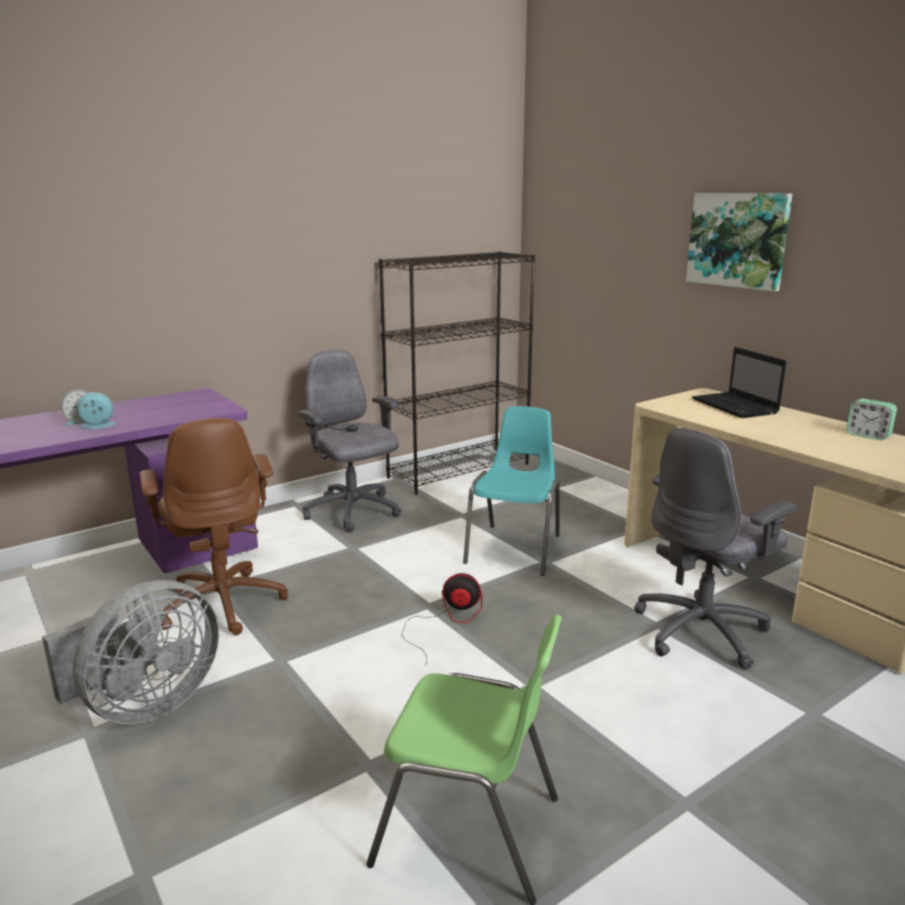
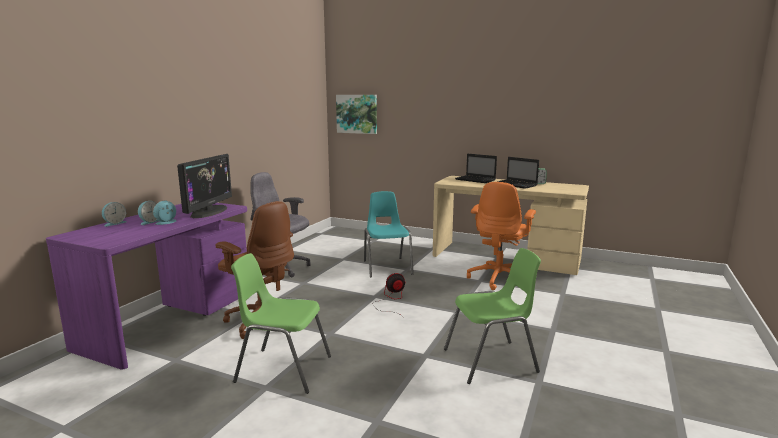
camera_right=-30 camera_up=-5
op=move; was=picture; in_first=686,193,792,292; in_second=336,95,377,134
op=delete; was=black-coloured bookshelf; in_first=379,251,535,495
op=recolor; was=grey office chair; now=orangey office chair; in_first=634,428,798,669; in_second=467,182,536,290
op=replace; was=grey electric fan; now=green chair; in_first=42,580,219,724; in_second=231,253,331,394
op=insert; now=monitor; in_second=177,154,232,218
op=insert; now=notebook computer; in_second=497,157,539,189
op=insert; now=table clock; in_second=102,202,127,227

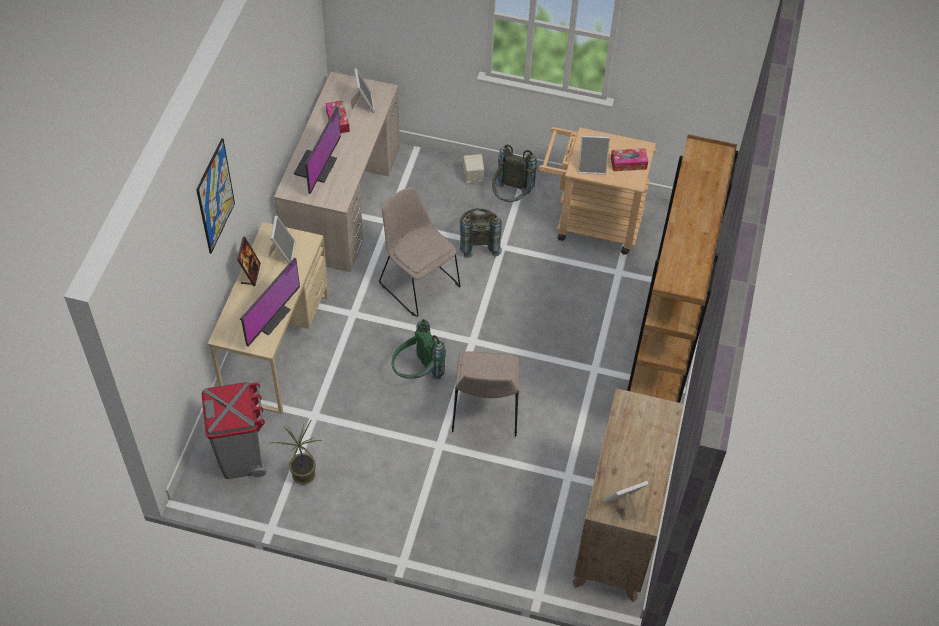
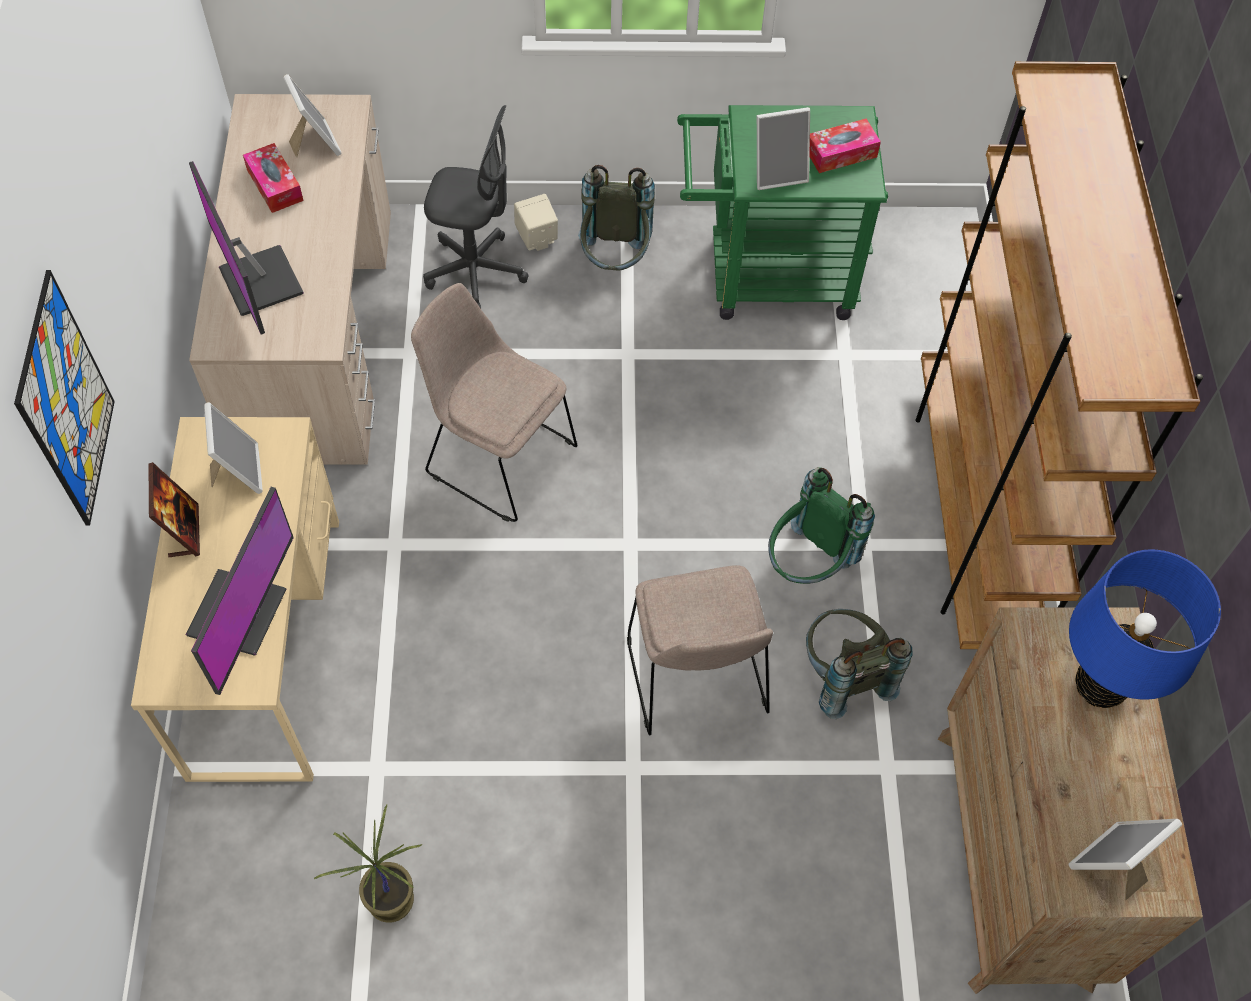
camera_right=-15 camera_up=5
op=rotate; was=monitor; in_first=294,107,341,194; in_second=189,161,304,335; clockwise=150
op=recolor; was=beige wheeled cart; now=green wheeled cart; in_first=539,127,656,255; in_second=677,105,888,320
op=move; was=grey rucksack; in_first=459,208,502,258; in_second=806,609,913,719
op=move; was=green rucksack; in_first=392,319,446,379; in_second=768,467,875,584
op=delete; was=grey rubbish bin; in_first=202,382,266,479
op=insert; now=grey office chair; in_second=423,105,529,308
op=insert; now=blue-coloured table lamp; in_second=1069,549,1221,708

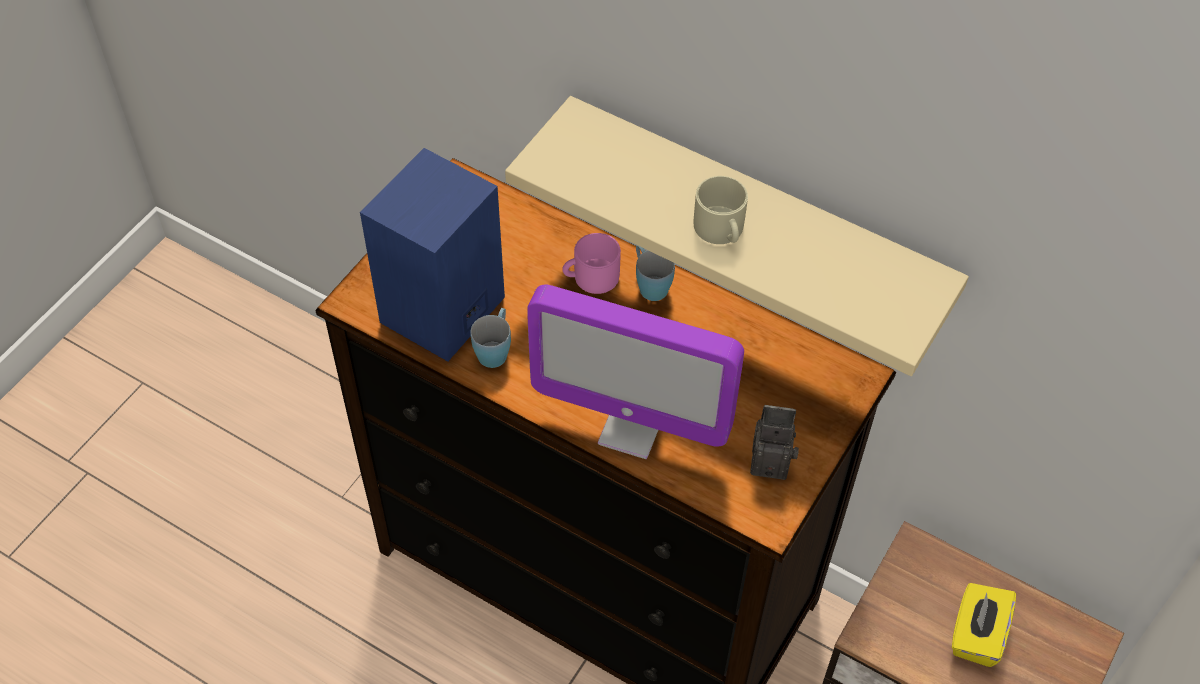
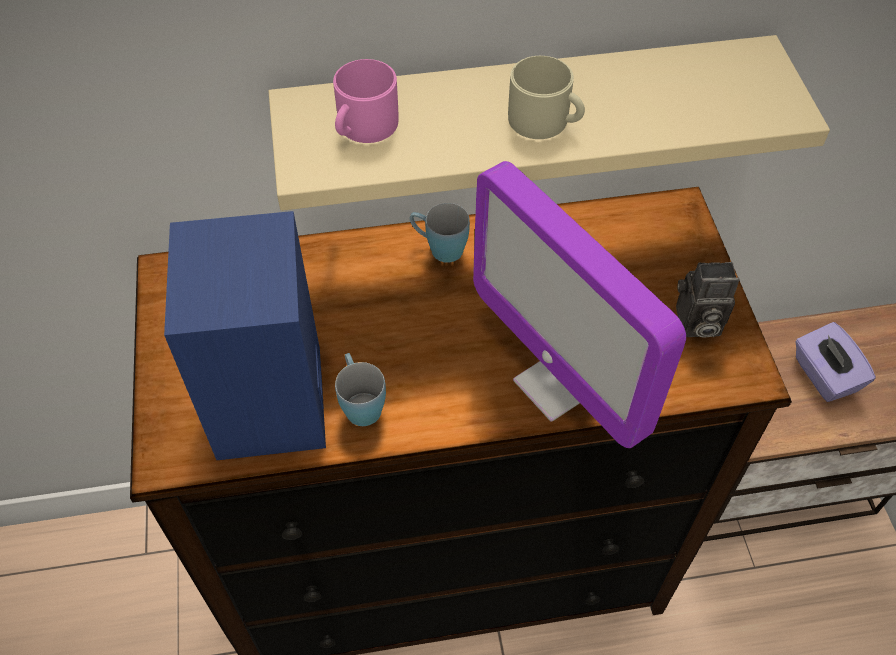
camera_right=-40 camera_up=0
op=move; was=pink-coloured mug; in_first=562,233,621,294; in_second=333,59,399,143
op=rotate; was=monitor; in_first=527,285,744,459; in_second=473,161,686,448; clockwise=75
op=rotate; was=photo camera; in_first=750,405,799,480; in_second=676,262,740,338; clockwise=-150
op=recolor; was=yellow box of tissues; now=purple box of tissues; in_first=952,583,1016,667; in_second=795,322,876,402

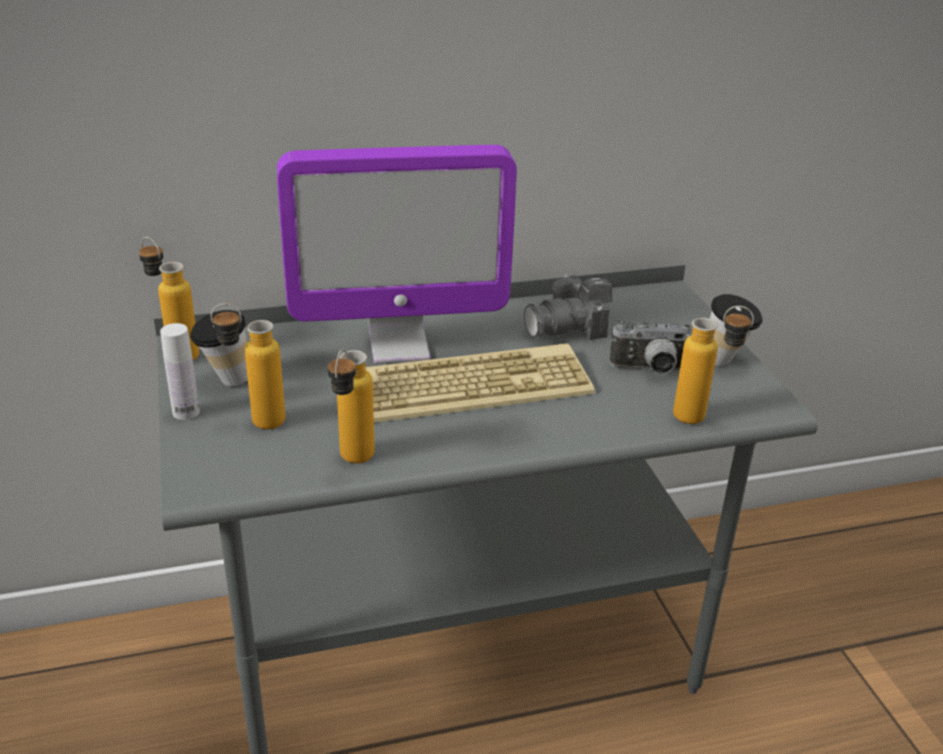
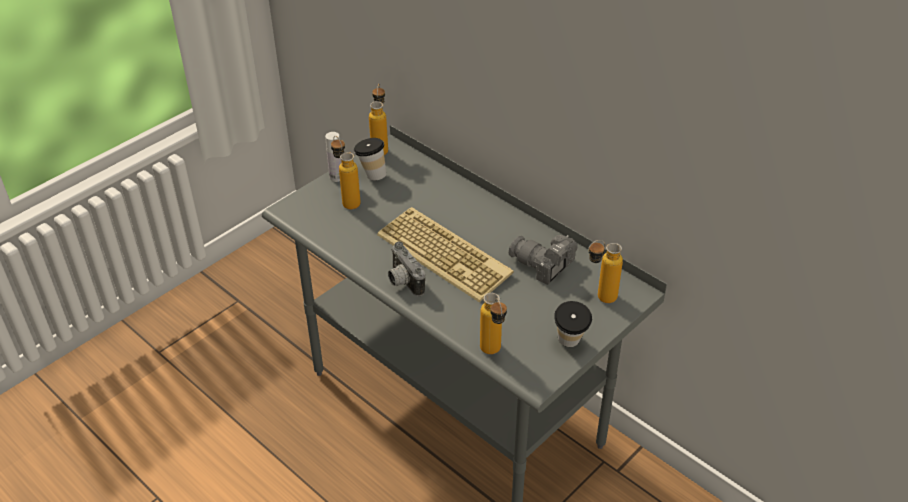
camera_right=60 camera_up=10
op=delete; was=monitor; in_first=277,145,517,364
op=move; was=photo camera; in_first=609,319,693,374; in_second=388,242,425,296
op=move; was=bottle; in_first=328,348,375,463; in_second=588,240,623,303

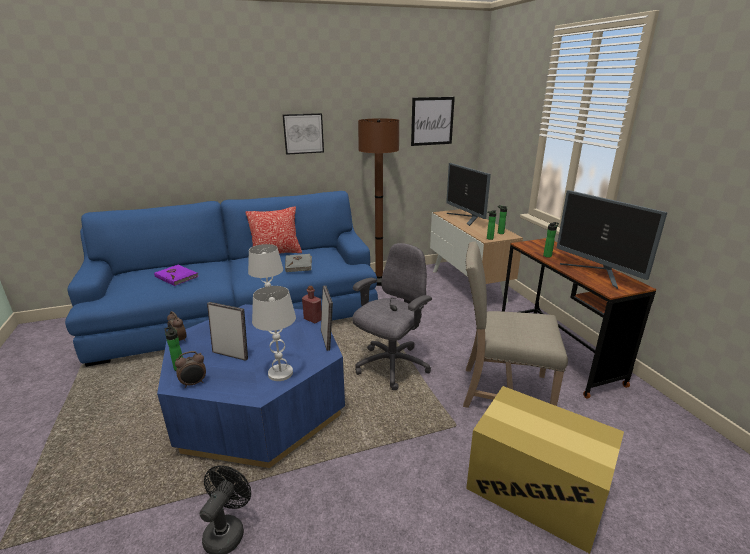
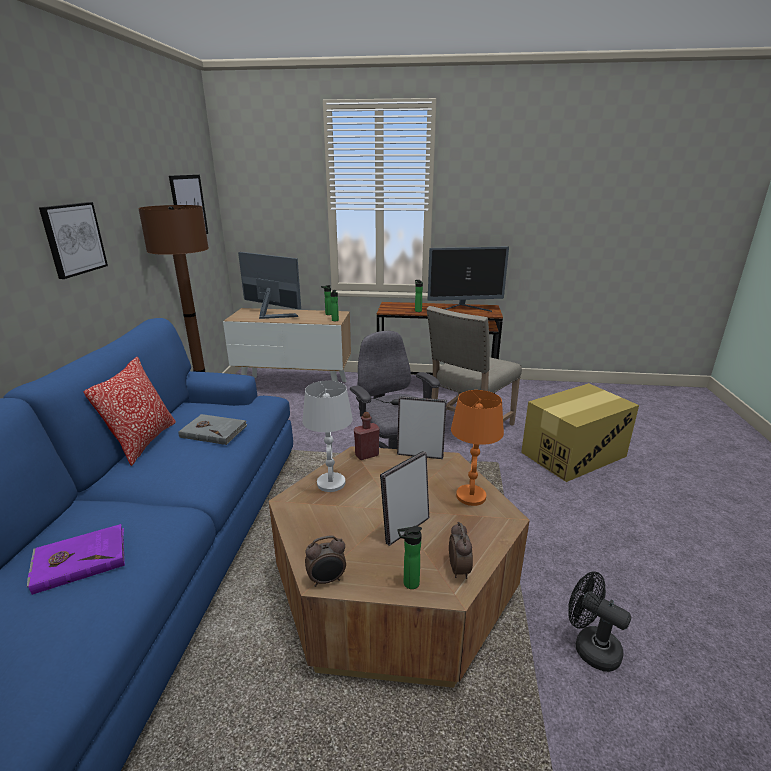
camera_right=-65 camera_up=0
op=rotate; was=monitor; in_first=446,163,491,226; in_second=238,252,301,319; clockwise=-150
op=recolor; was=whitish table lamp; now=orangey table lamp; in_first=252,286,296,381; in_second=451,390,504,506
op=recolor; was=blue-coloured coffee table; now=brownish coffee table; in_first=157,304,345,468; in_second=269,446,530,688

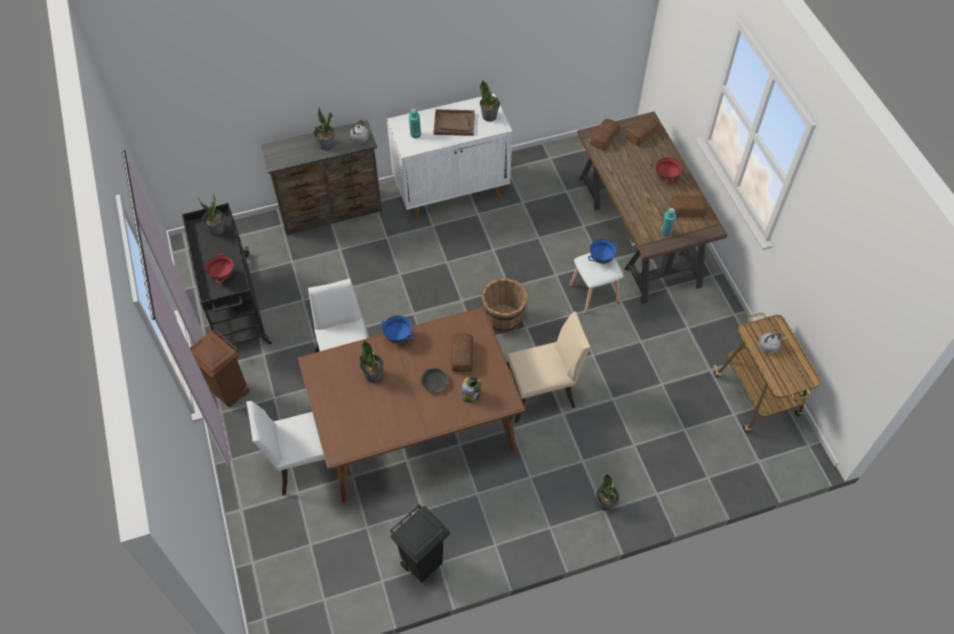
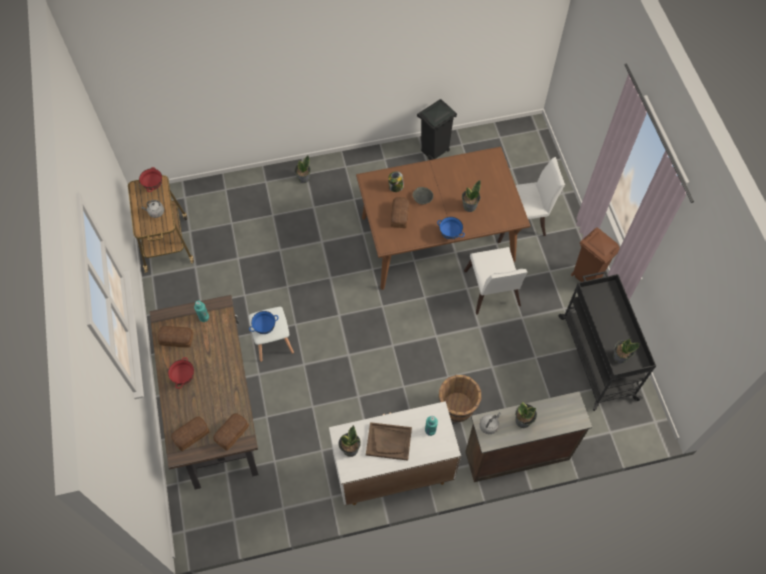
camera_right=-175 camera_up=5
op=move; was=red-coloured bowl; in_first=205,253,234,283; in_second=139,167,162,192
op=move; was=brownish pail; in_first=481,278,528,334; in_second=439,375,481,422
op=delete; was=beige chair; in_first=507,311,590,423

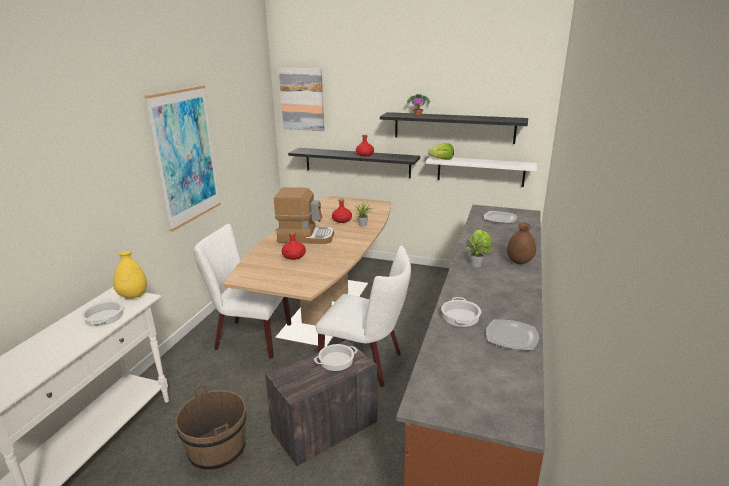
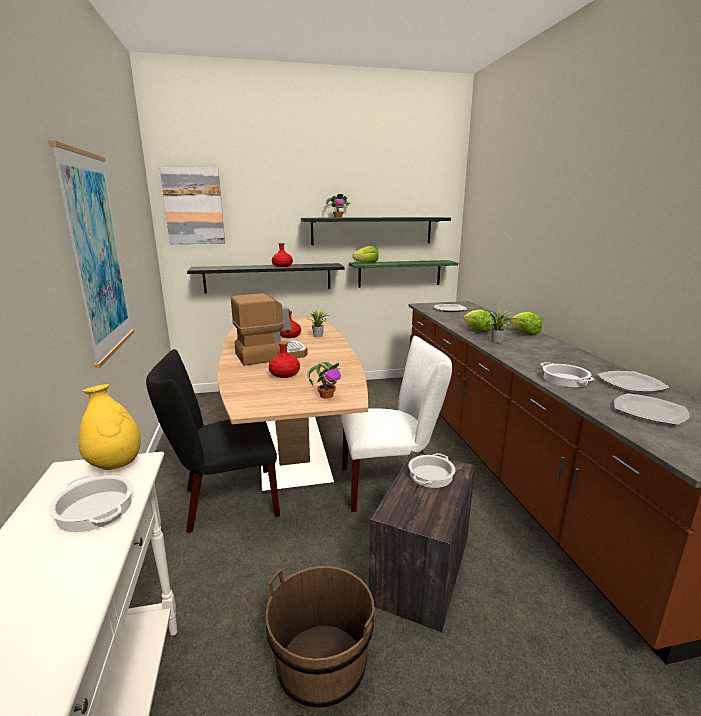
camera_right=-30 camera_up=-5
op=recolor; was=whitish bracket shelf; now=green bracket shelf; in_first=425,156,537,187; in_second=349,260,458,288
op=replace; was=brownish flower vase; now=lettuce head; in_first=507,223,536,264; in_second=511,312,542,336
op=recolor; was=whitish chair; now=black-coloured chair; in_first=194,224,291,359; in_second=146,349,280,533
op=insert; now=plant in a pot; in_second=308,362,341,399
op=insert; now=plate; in_second=614,393,690,425

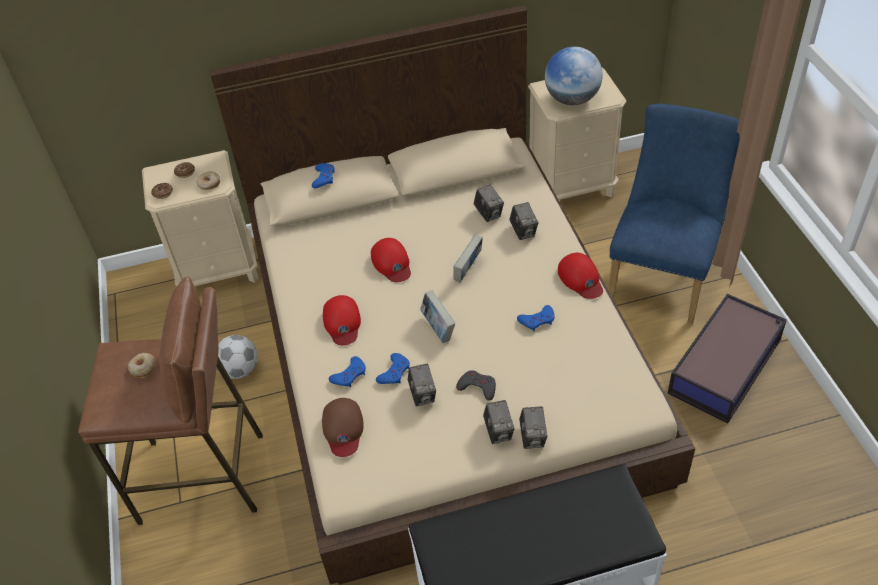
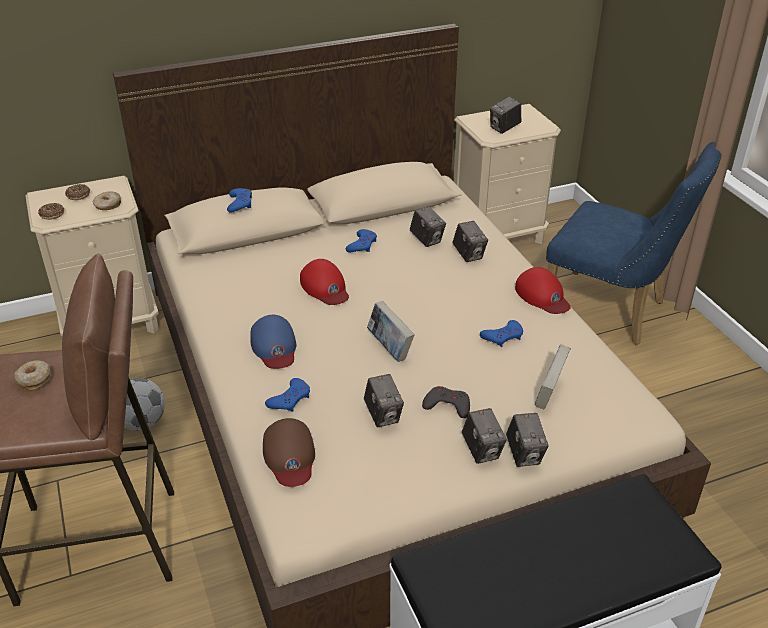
camera_right=-10 camera_up=-10
op=replace; was=globe; now=photo camera; in_first=545,47,603,105; in_second=490,96,521,134
op=rotate; was=blue-coloured chair; in_first=608,104,740,324; in_second=546,142,721,345; clockwise=105
op=move; was=bound book; in_first=453,234,483,283; in_second=535,344,571,409
op=delete; was=storage box; in_first=667,294,787,424
op=recolor; was=red-coloured peaked cap; now=blue-coloured peaked cap; in_first=323,295,361,345; in_second=250,315,296,369
op=move; was=blue-coloured joypad; in_first=376,353,410,384; in_second=346,229,377,252

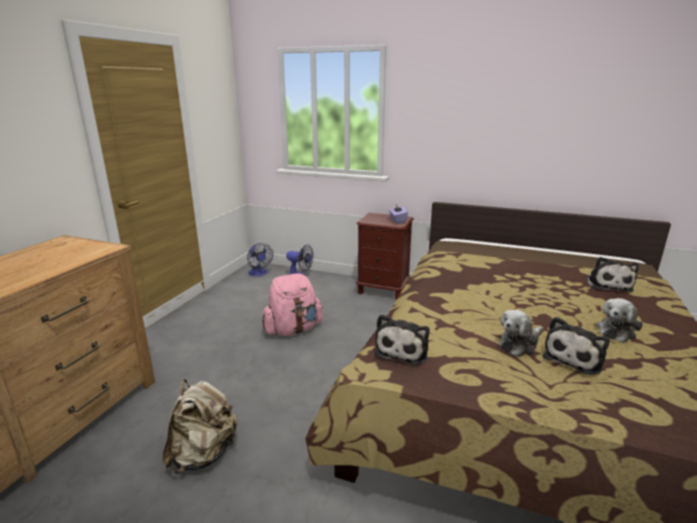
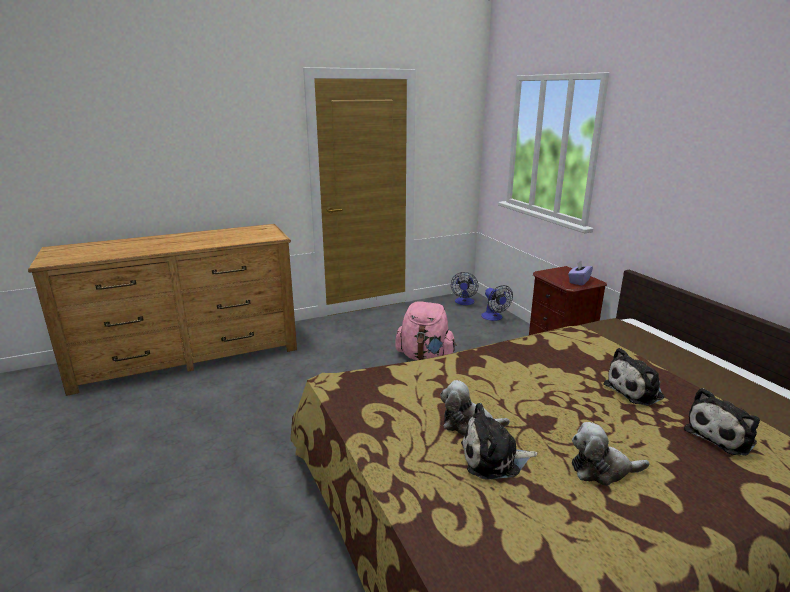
camera_right=45 camera_up=0
op=move; was=cuddly toy; in_first=375,314,430,365; in_second=604,348,664,406
op=delete; was=beige rucksack; in_first=163,379,237,474

